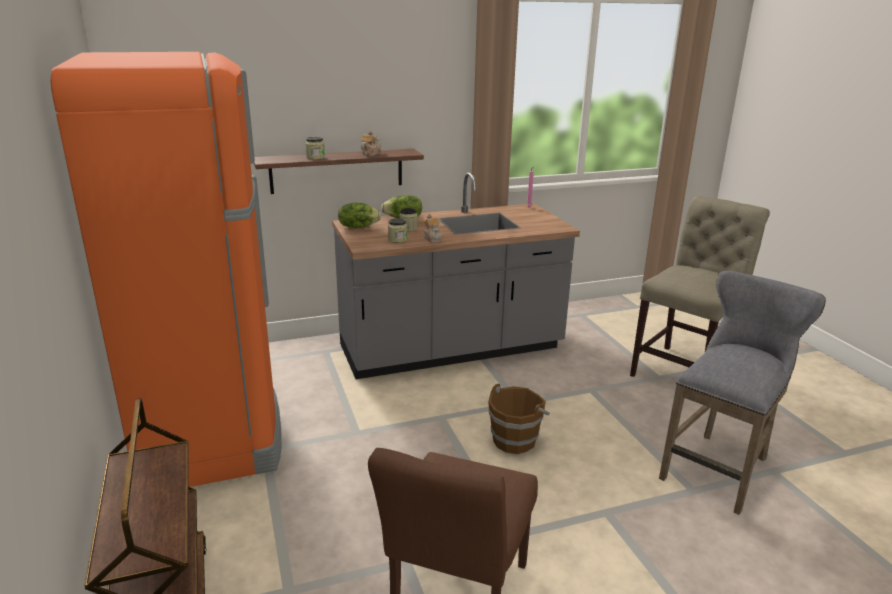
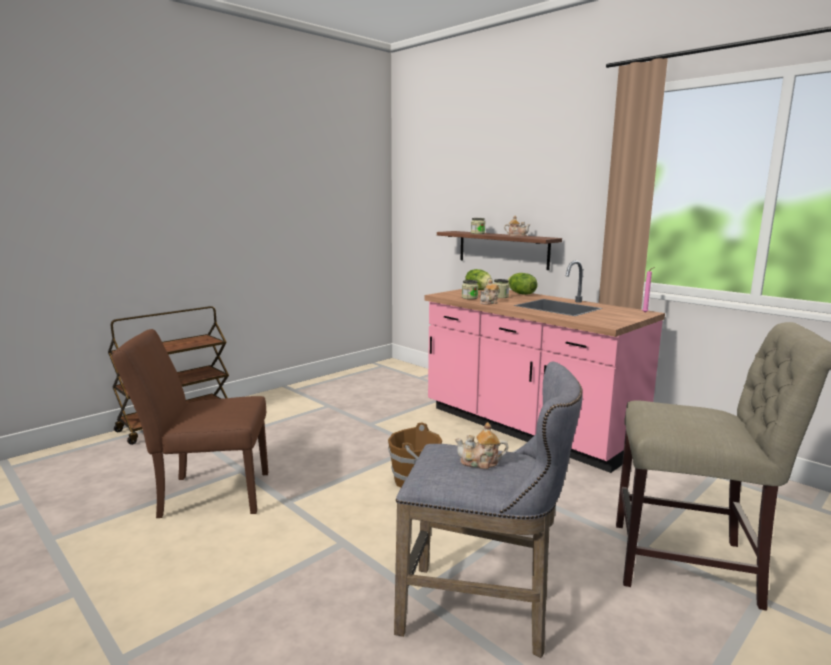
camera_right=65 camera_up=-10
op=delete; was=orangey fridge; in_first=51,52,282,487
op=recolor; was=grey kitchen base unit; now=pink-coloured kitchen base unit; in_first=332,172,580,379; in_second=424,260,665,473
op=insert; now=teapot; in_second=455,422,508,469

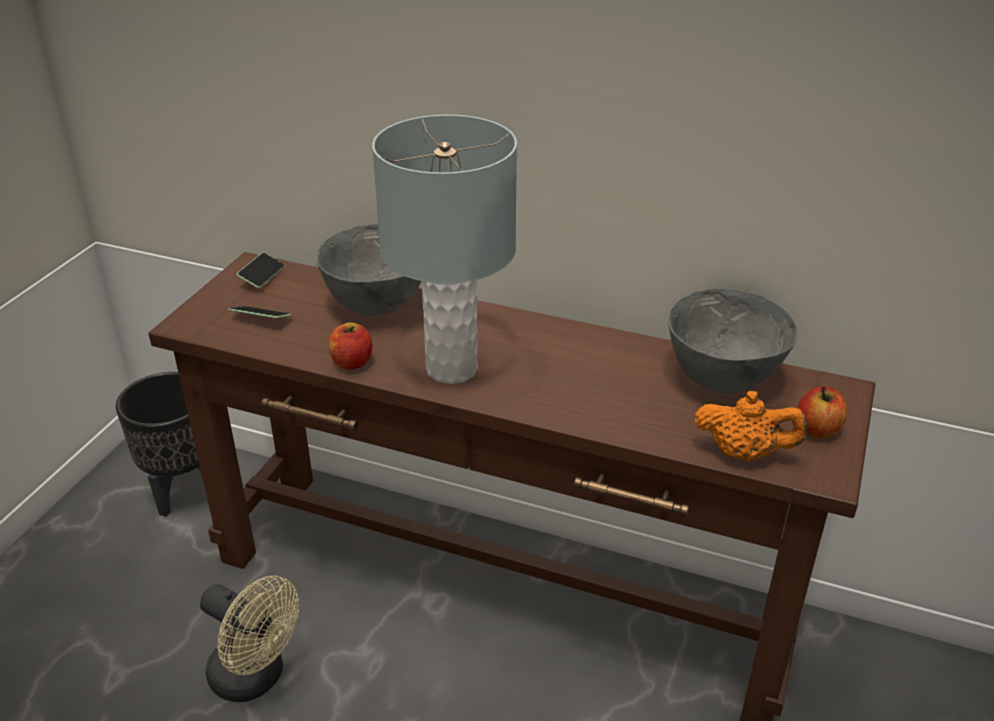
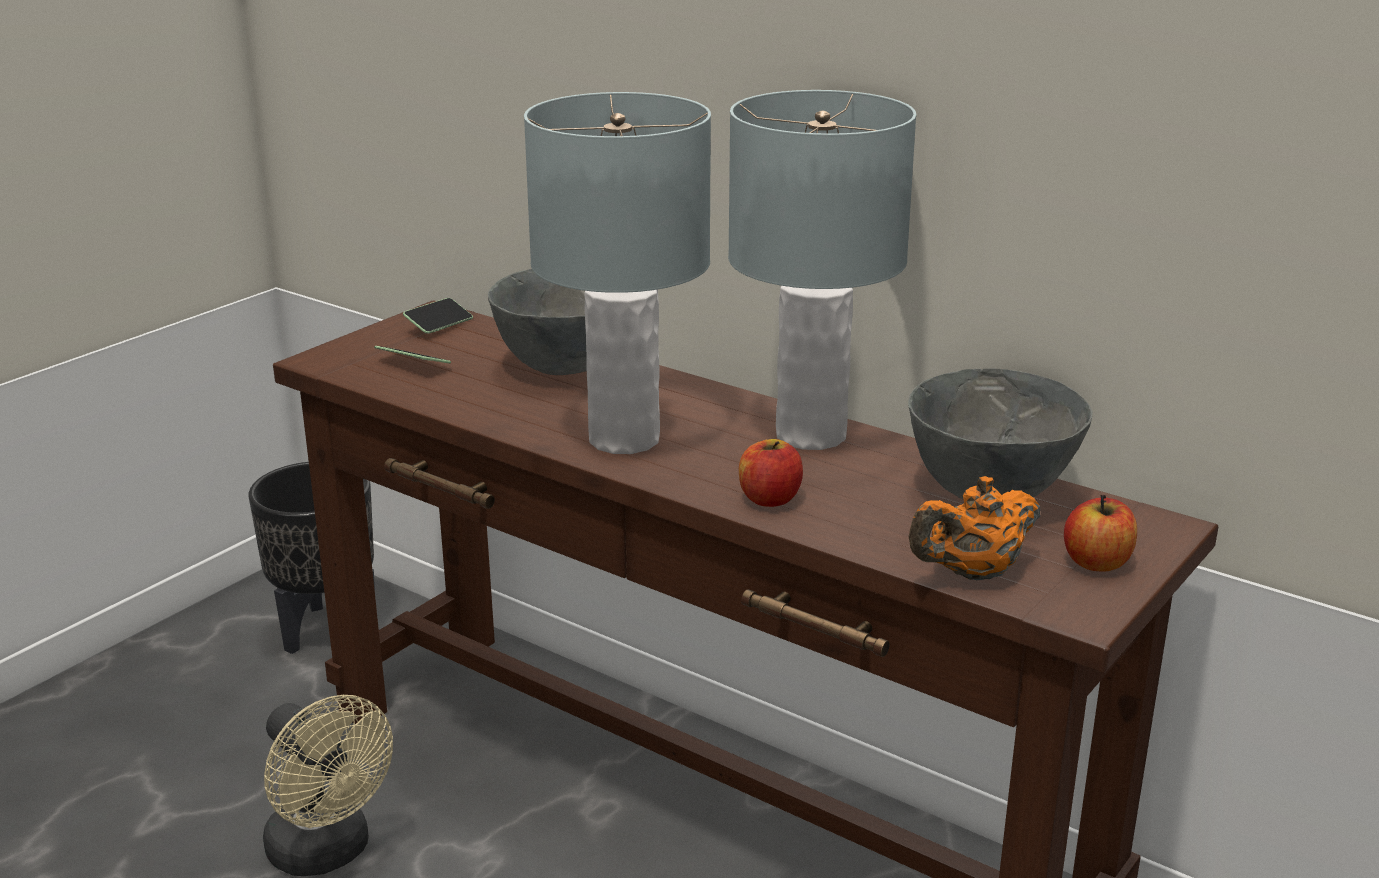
camera_right=15 camera_up=-10
op=move; was=apple fruit; in_first=328,323,372,369; in_second=739,439,803,507
op=rotate; was=orangey teapot; in_first=695,391,807,461; in_second=909,476,1040,580; clockwise=120
op=insert; now=grey table lamp; in_second=728,90,917,450

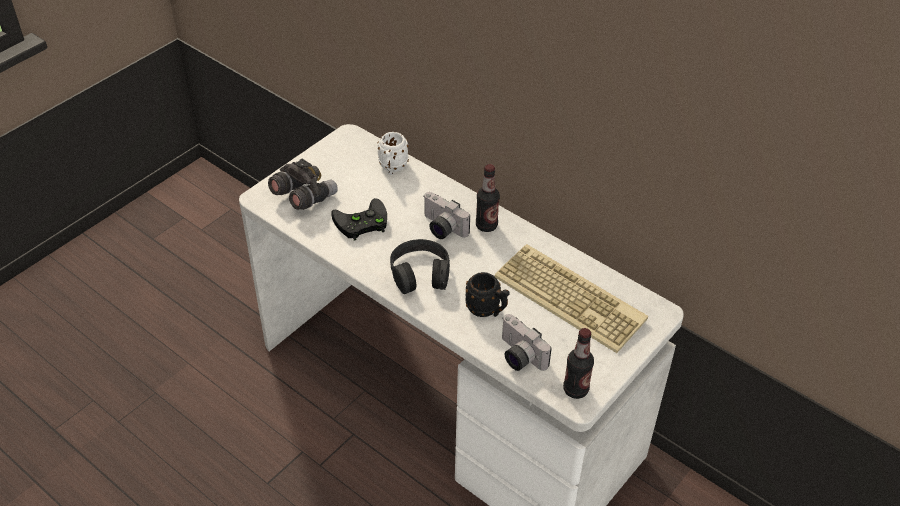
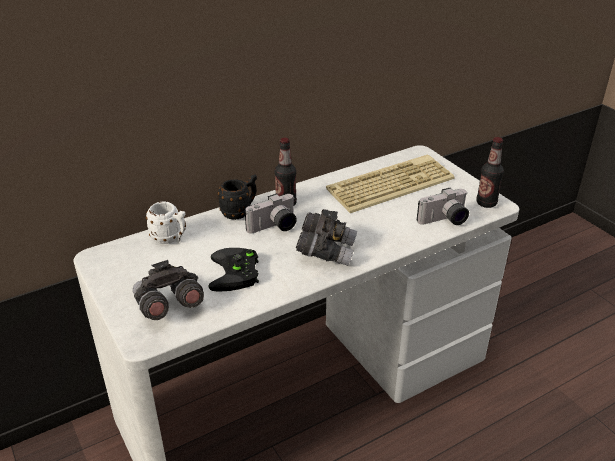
camera_right=-70 camera_up=-10
op=replace; was=black-coloured headphones; now=grey binoculars; in_first=390,239,450,294; in_second=296,209,357,266
op=move; was=black-coloured mug; in_first=465,272,510,317; in_second=218,174,257,220

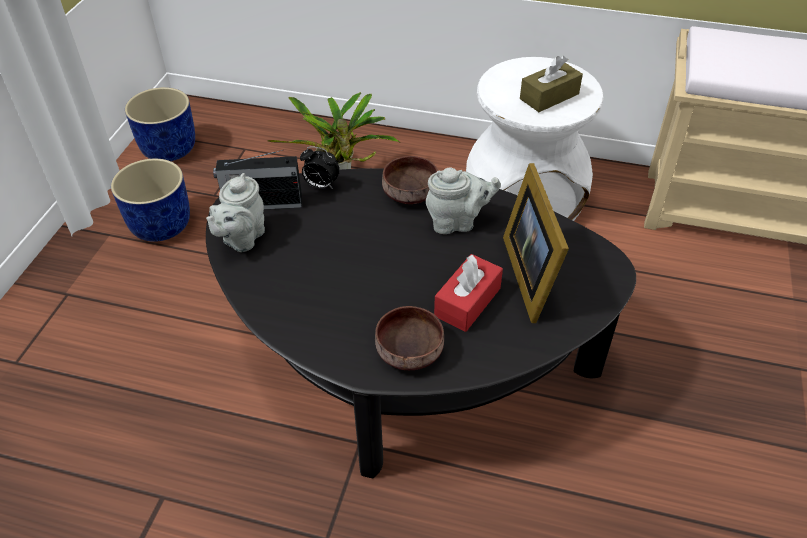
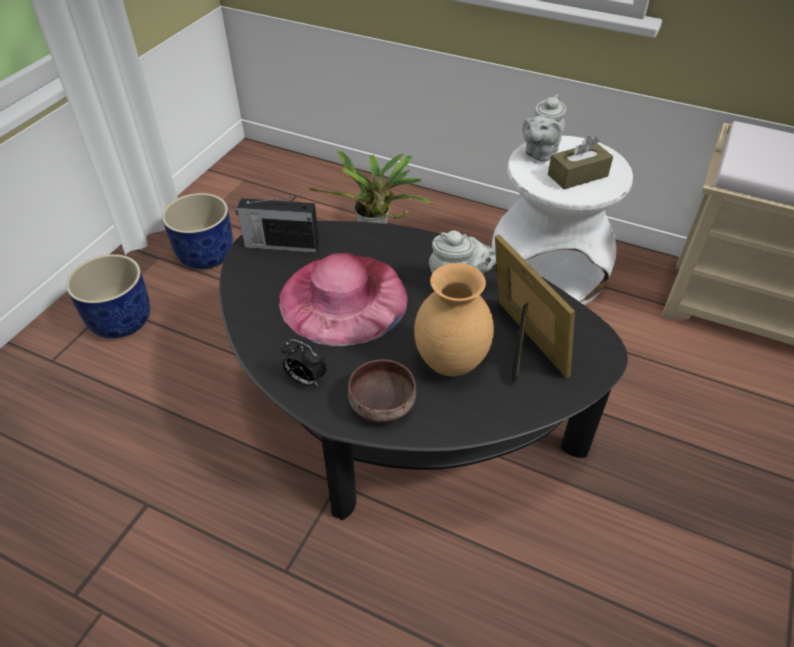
camera_right=10 camera_up=0
op=move; was=blue-coloured plant pot; in_first=125,87,195,161; in_second=66,254,150,339
op=move; was=table clock; in_first=300,146,340,189; in_second=281,339,328,386
op=delete; was=brownish bowl; in_first=382,156,438,204
op=rotate; was=photo frame; in_first=503,163,569,323; in_second=495,235,575,385; clockwise=150
op=move; was=grey teapot; in_first=206,173,265,252; in_second=522,95,566,162
op=replace; was=red-coloured box of tissues; now=brownish flower vase; in_first=434,254,503,332; in_second=414,263,494,376
op=insert; now=pink-coloured clothing hat; in_second=279,253,409,346

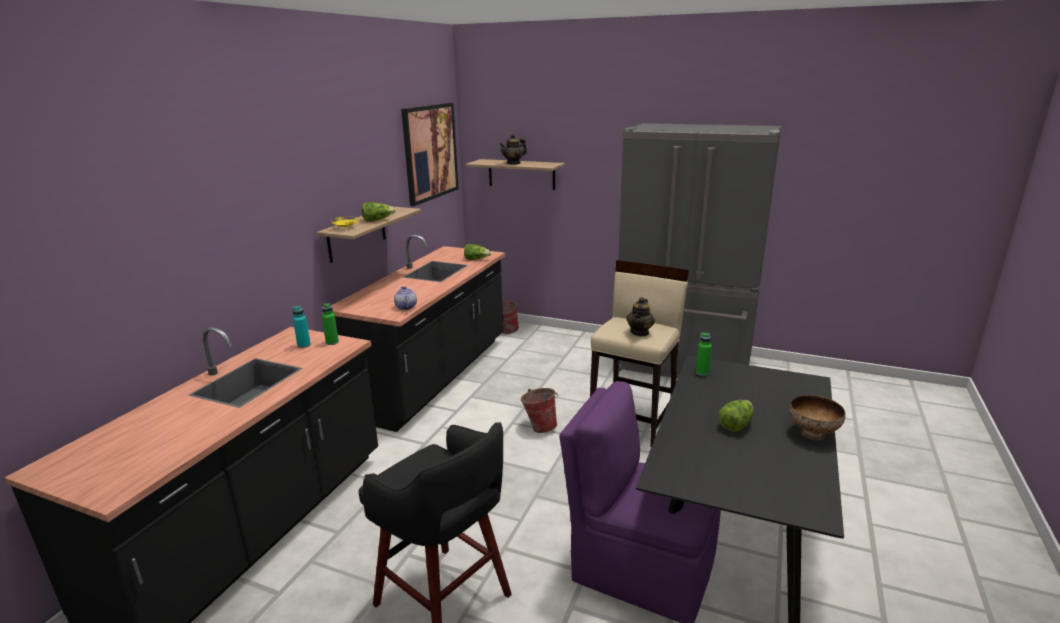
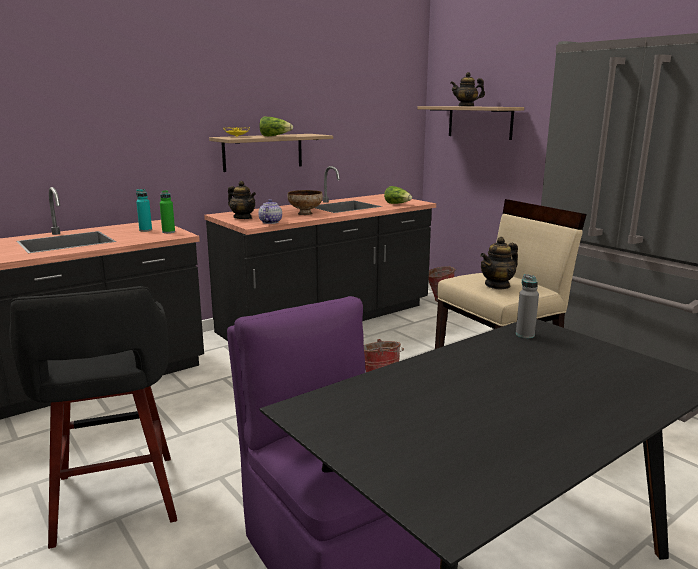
camera_right=30 camera_up=-5
op=delete; was=picture; in_first=401,103,459,206
op=recolor; was=green bottle; now=grey bottle; in_first=696,332,712,376; in_second=516,274,539,338
op=move; was=bowl; in_first=789,395,846,440; in_second=288,190,323,215
op=delete; was=lettuce head; in_first=718,400,754,432
op=insert; now=teapot; in_second=228,181,256,219

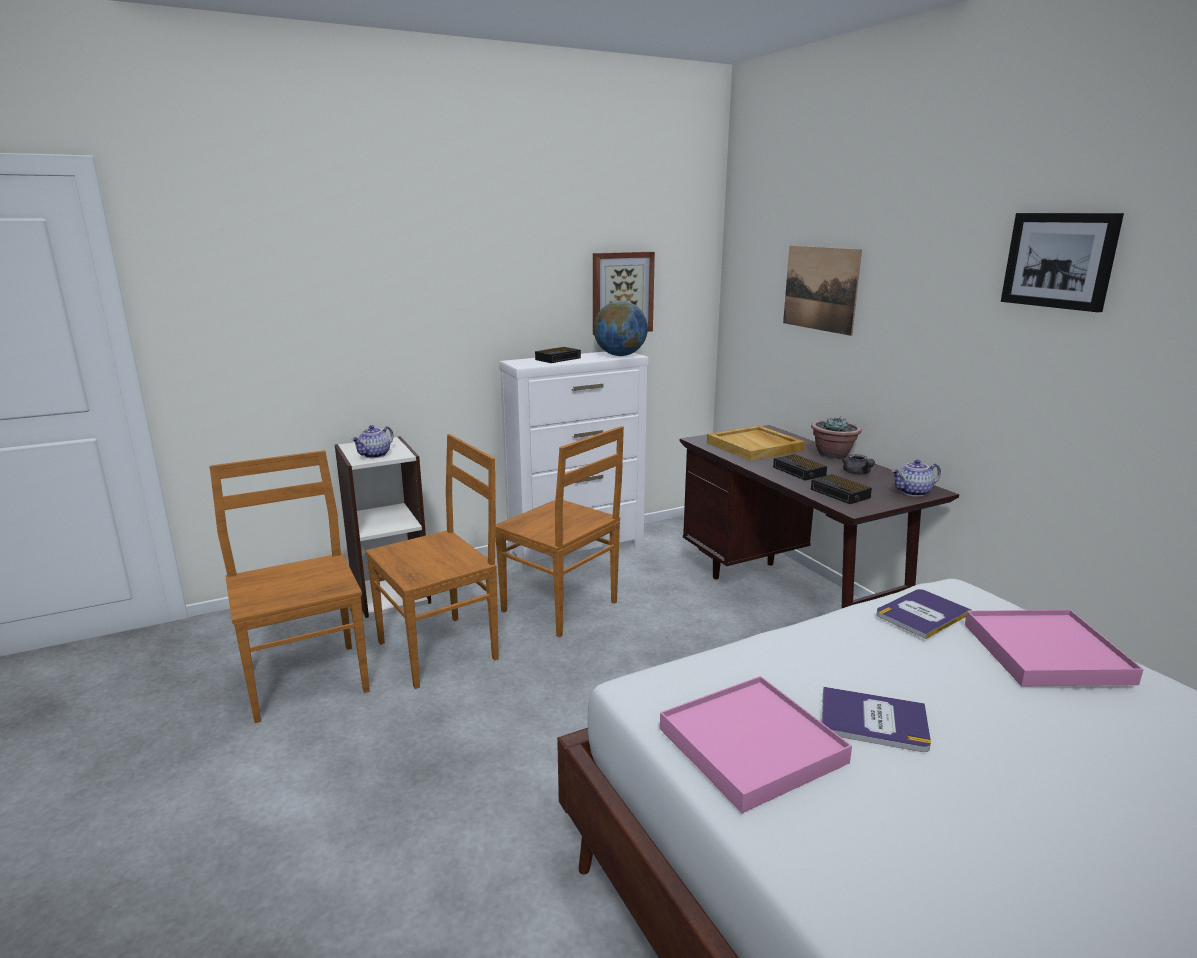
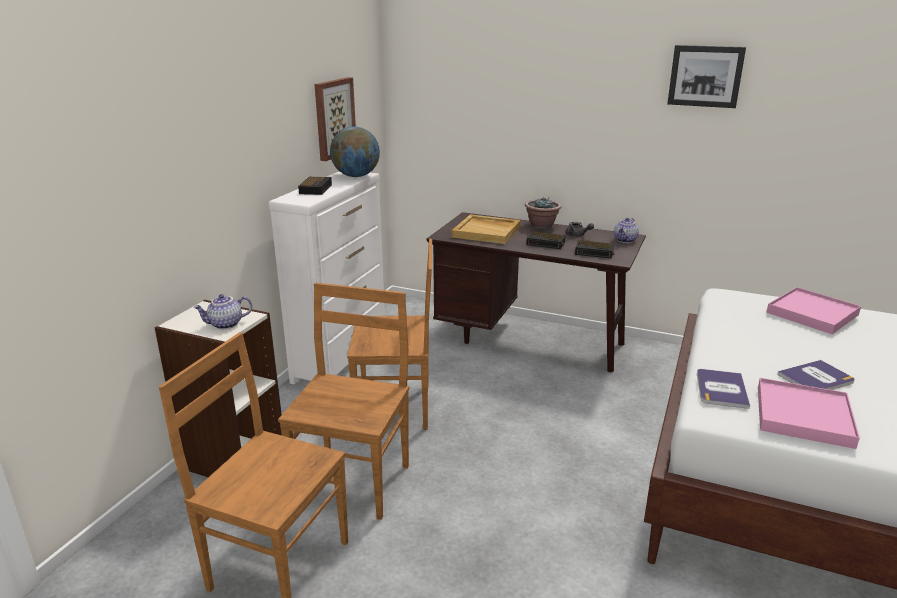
camera_right=-40 camera_up=5
op=delete; was=picture; in_first=783,246,862,336
op=rotate; was=teapot; in_first=351,425,394,458; in_second=193,294,252,329; clockwise=75
op=move; was=bound book; in_first=876,589,972,639; in_second=697,369,750,409

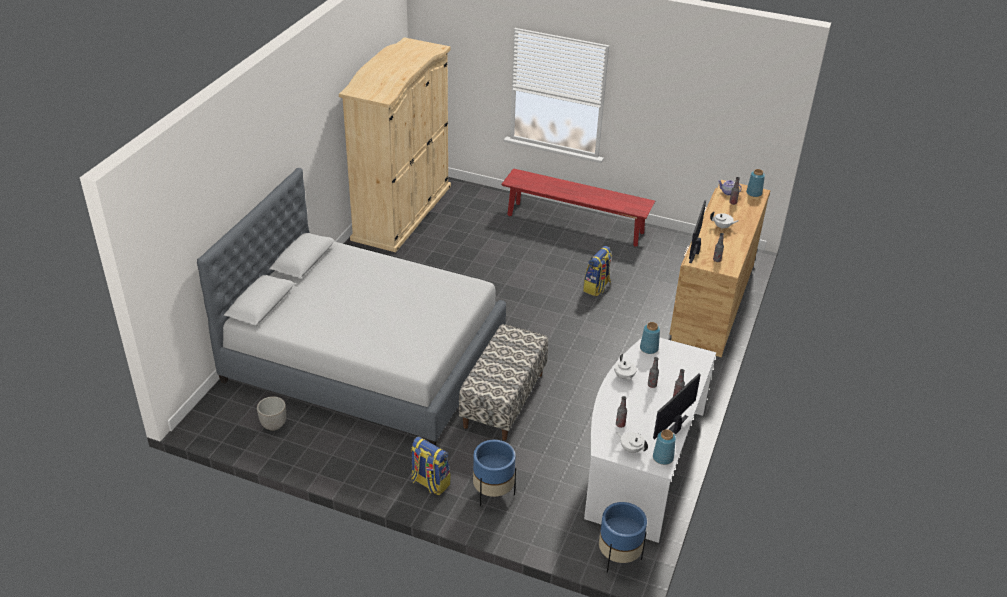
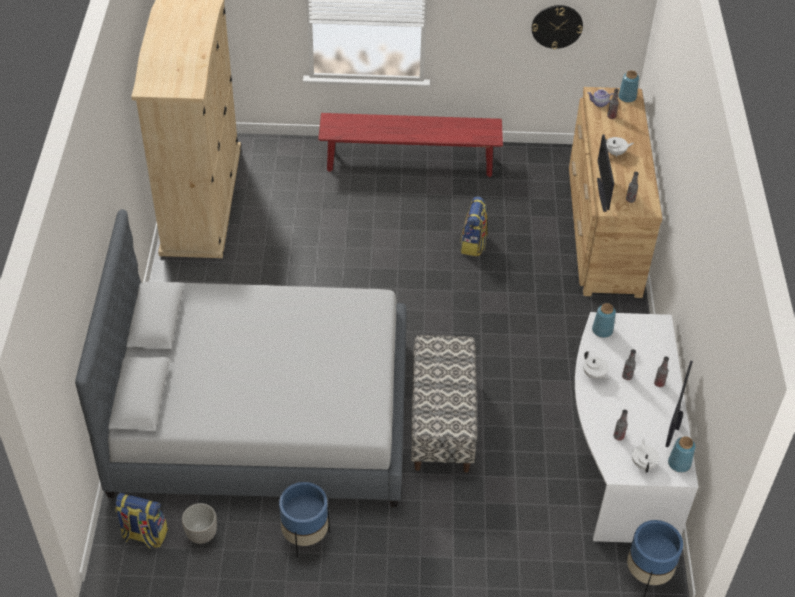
camera_right=-20 camera_up=10
op=rotate; was=whitish teapot; in_first=616,432,648,453; in_second=632,439,659,473; clockwise=75
op=move; was=rucksack; in_first=411,437,450,496; in_second=115,493,168,548
op=move; was=blue-coloured plant pot; in_first=473,440,516,506; in_second=279,482,330,557
op=insert; now=hanging clock; in_second=532,5,583,49

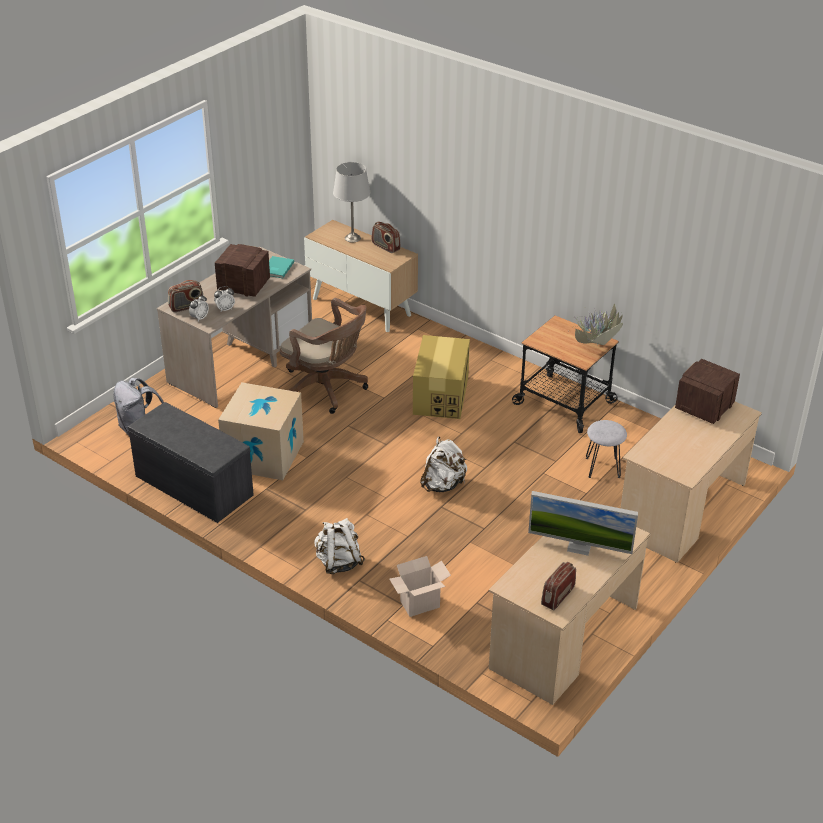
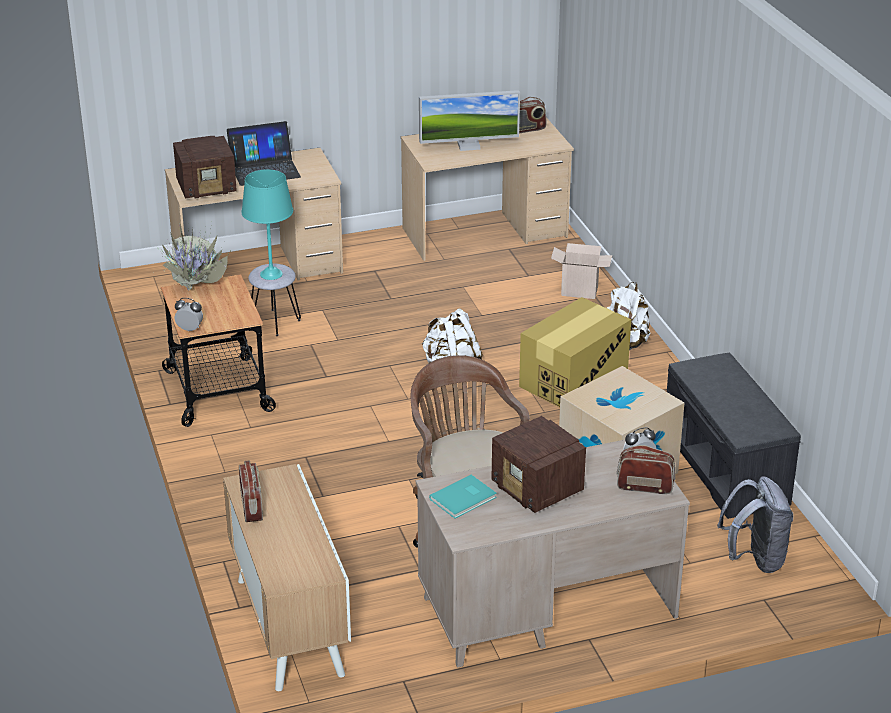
camera_right=-145 camera_up=-5
op=delete; was=grey table lamp; in_first=333,162,371,243
op=move; was=table clock; in_first=214,286,235,311; in_second=175,298,203,332
op=move; was=carton; in_first=413,335,470,419; in_second=519,297,631,407
op=rotate; was=monitor; in_first=528,491,638,556; in_second=419,90,520,151; clockwise=120
op=insert; now=notebook computer; in_second=227,121,301,186
op=insert; now=blue-green table lamp; in_second=241,169,293,280

